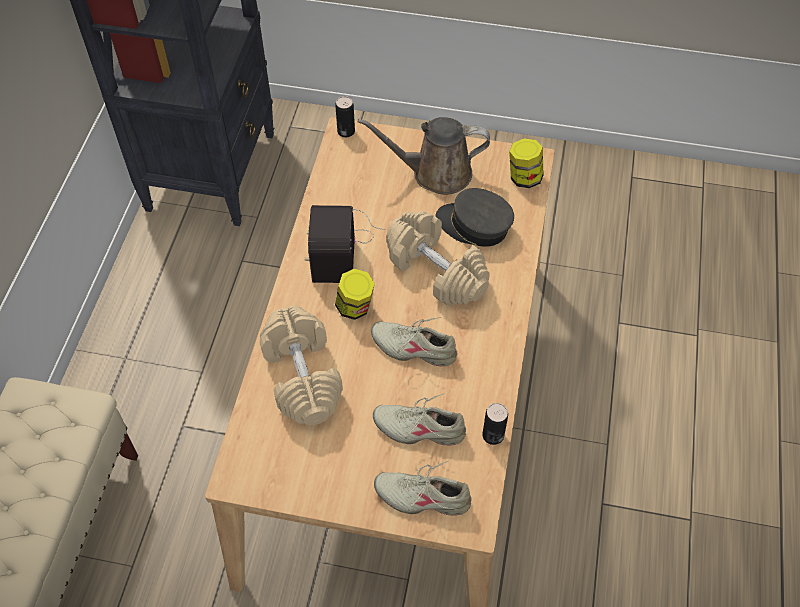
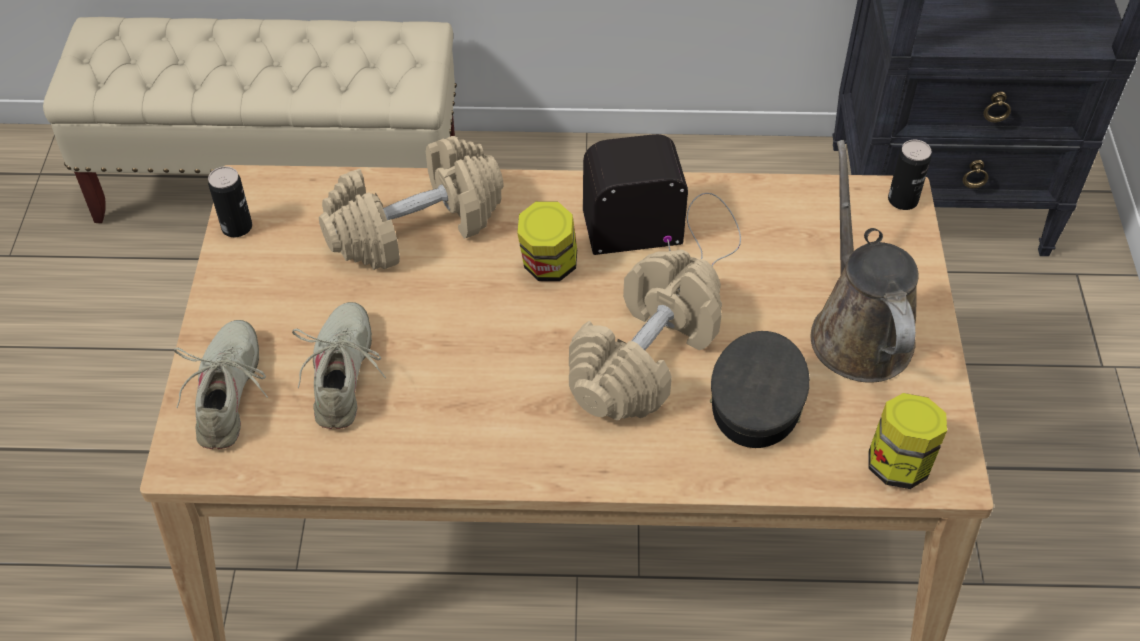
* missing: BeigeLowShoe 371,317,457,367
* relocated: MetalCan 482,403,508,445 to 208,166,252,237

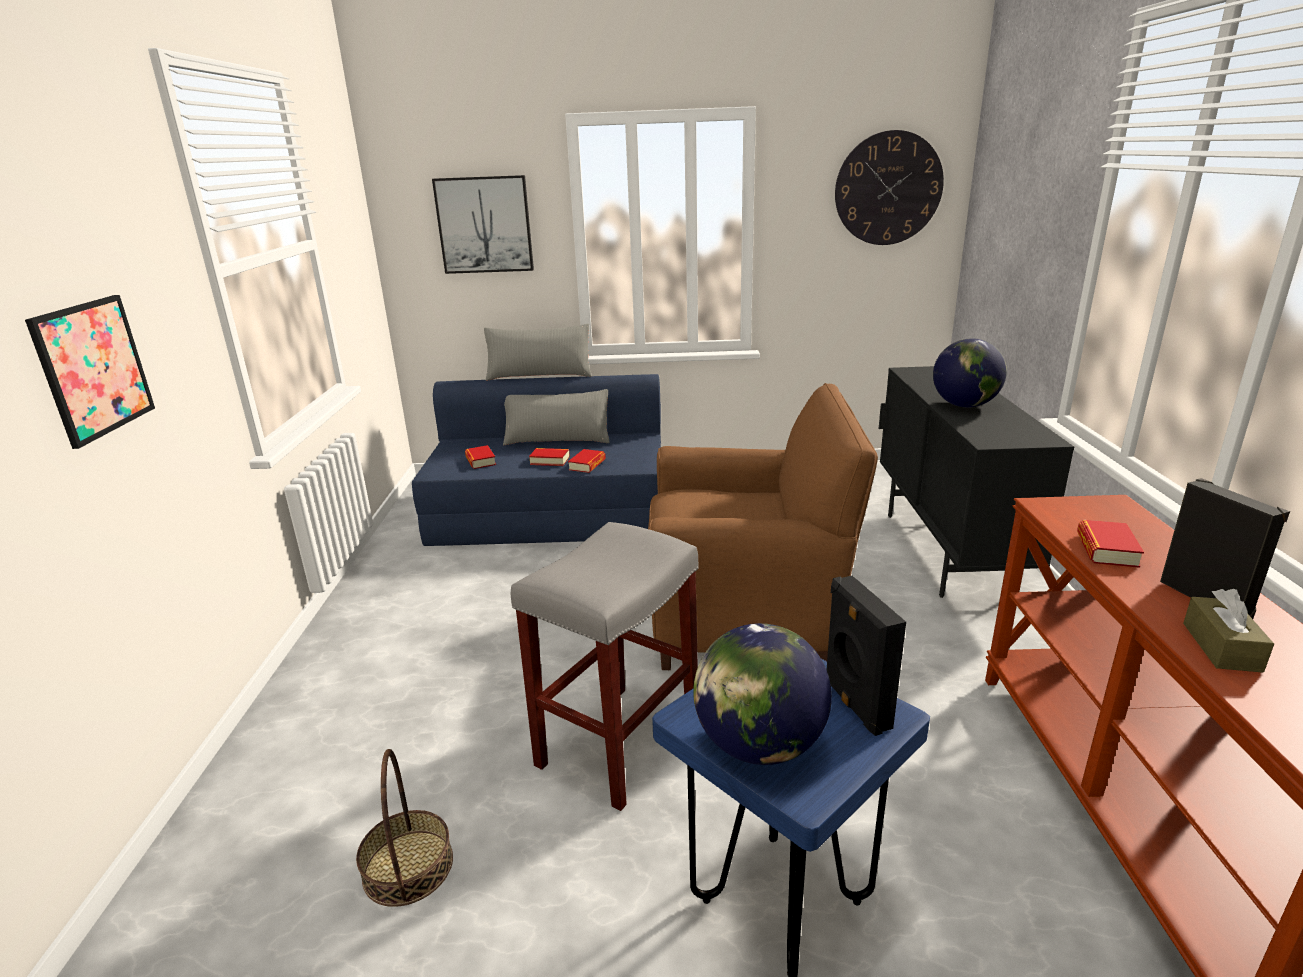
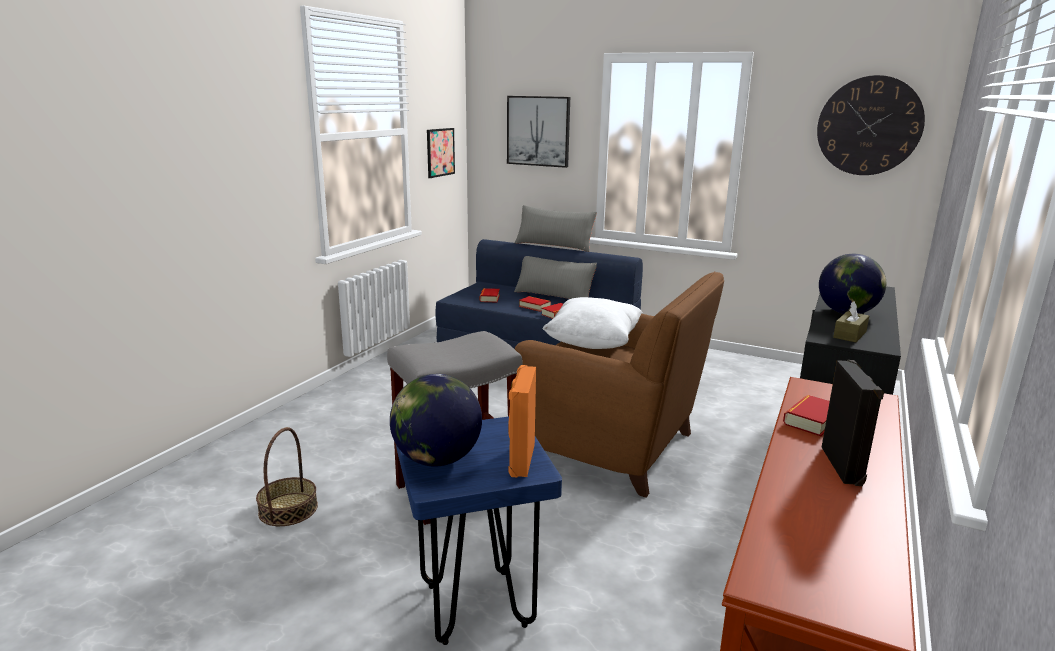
* relocated: WallPicture 25,295,155,449 to 427,128,455,178
* colour: BlackColouredAudioSpeaker 827,576,906,736 to OrangeAudioSpeaker 508,365,536,477
* relocated: BrownishBoxOfTissues 1183,589,1274,673 to 833,301,869,342
* appeared: WhiteColouredThrowPillow 542,297,643,349

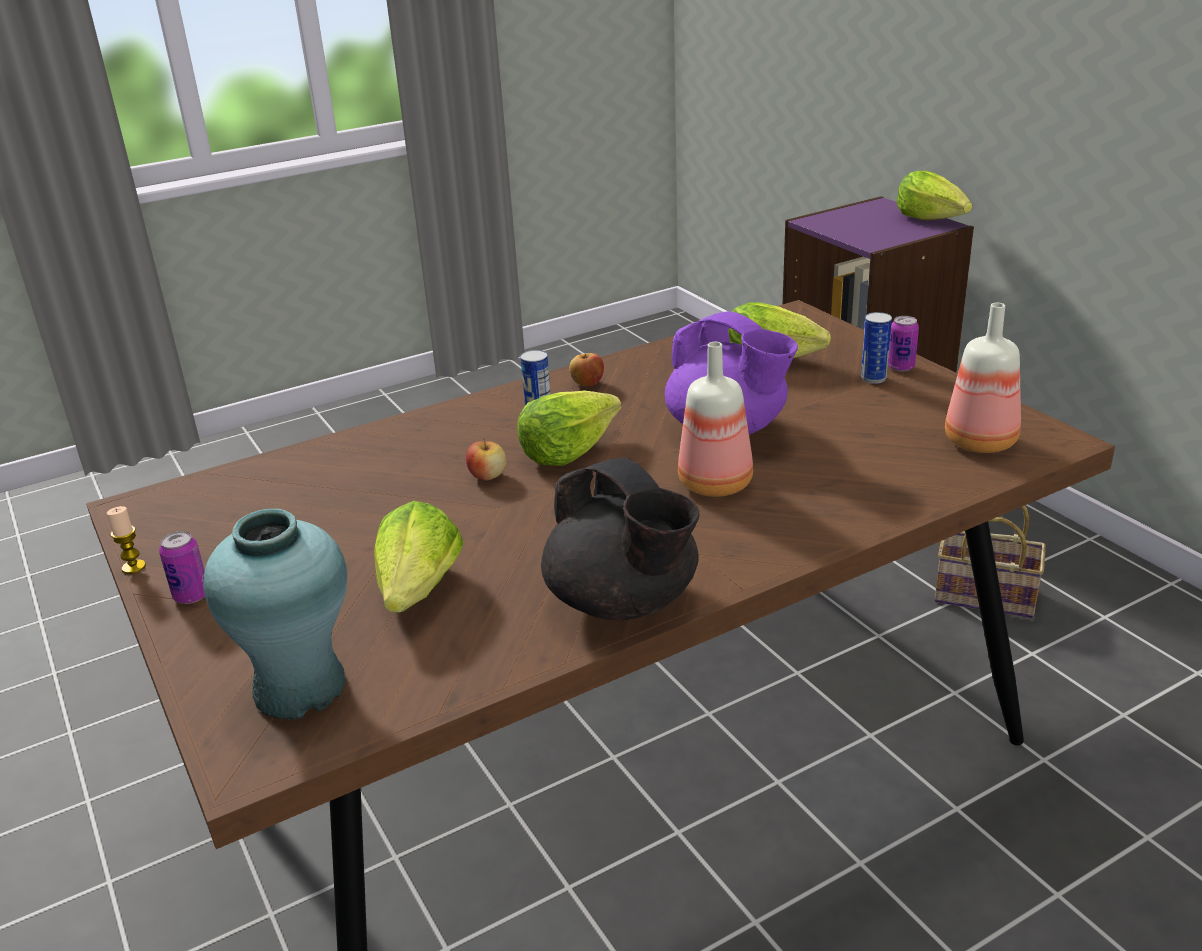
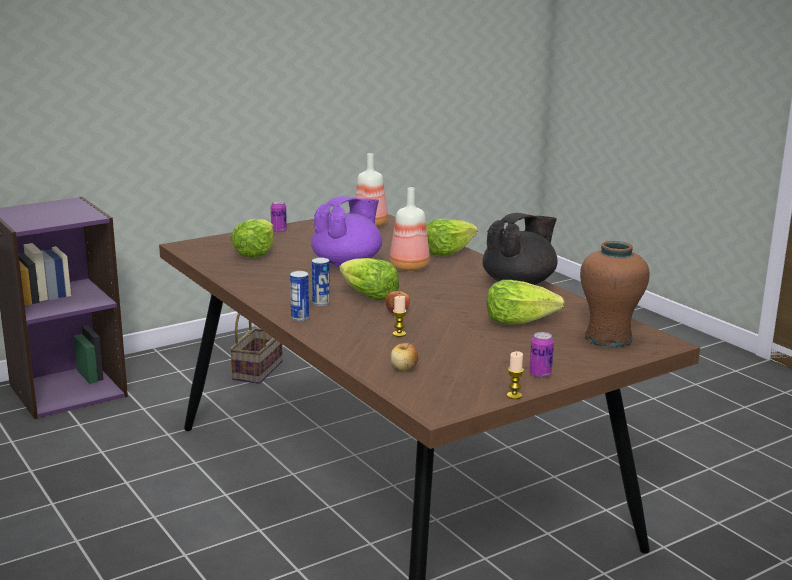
* colour: BlueGreenFlowerVase 203,509,347,720 to BrownishFlowerVase 580,241,649,348
* relocated: AppleFruit 569,353,604,386 to 390,343,418,371
* relocated: MetalCan 861,312,892,384 to 290,271,309,321
* relocated: LettuceHead 896,171,972,220 to 426,219,478,256
* appeared: WaxCandle 393,296,406,337

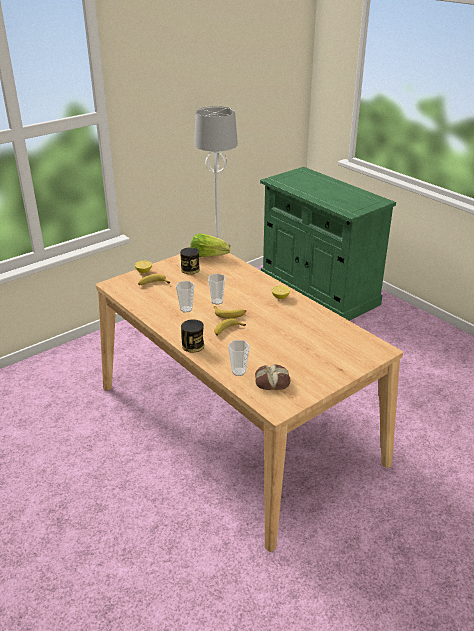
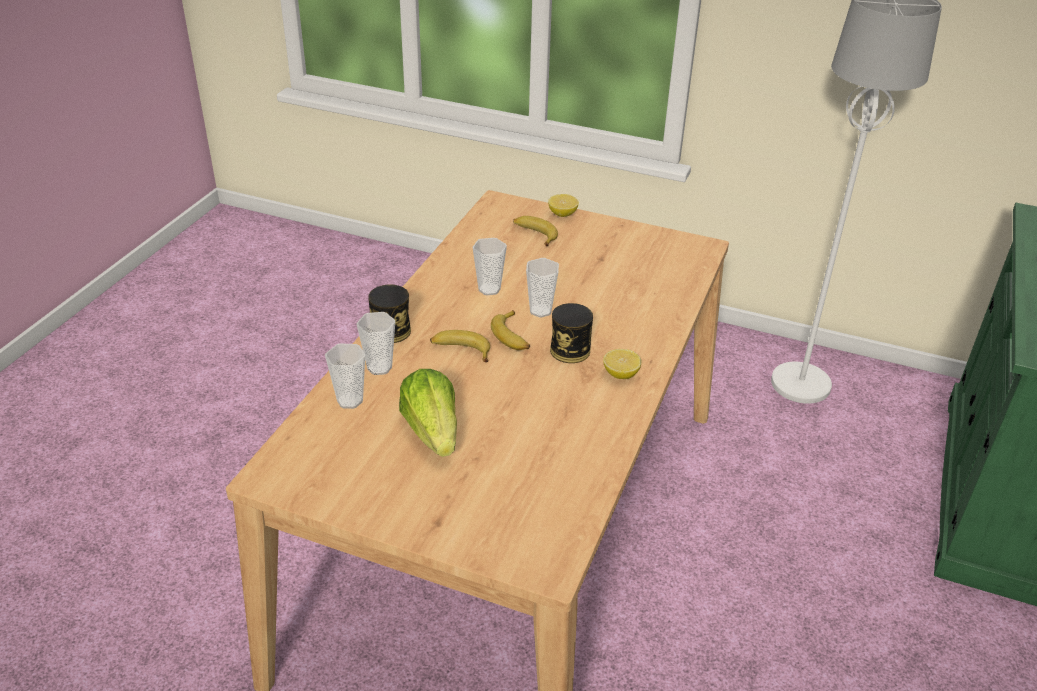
* relocated: MetalCan 180,247,200,274 to 550,303,593,363
* relocated: LettuceHead 190,233,231,257 to 399,369,457,457
* missing: BakeryBread 255,364,290,390
* appeared: DrinkingCup 357,312,395,375

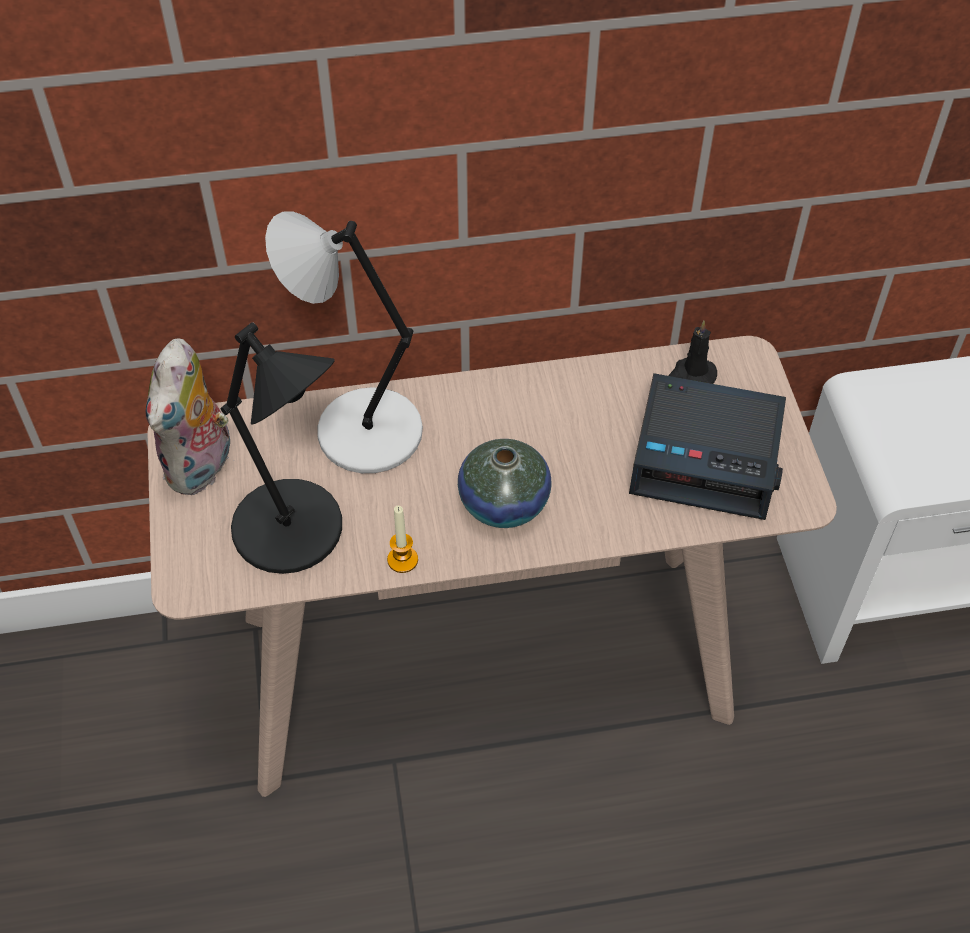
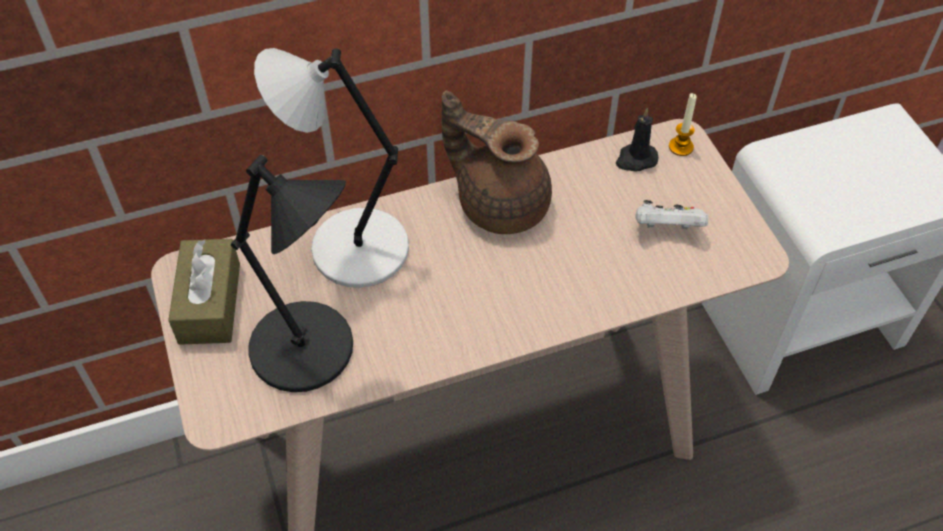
* exchanged: PlushToy 146,338,234,495 to BrownishBoxOfTissues 168,239,240,345
* relocated: WaxCandle 387,506,418,573 to 669,93,697,156
* missing: FlowerVase 458,439,551,528
* exchanged: TableClock 629,373,786,520 to WhiteColouredJoypad 635,200,709,229
* appeared: BrownishTeaPot 442,90,552,234

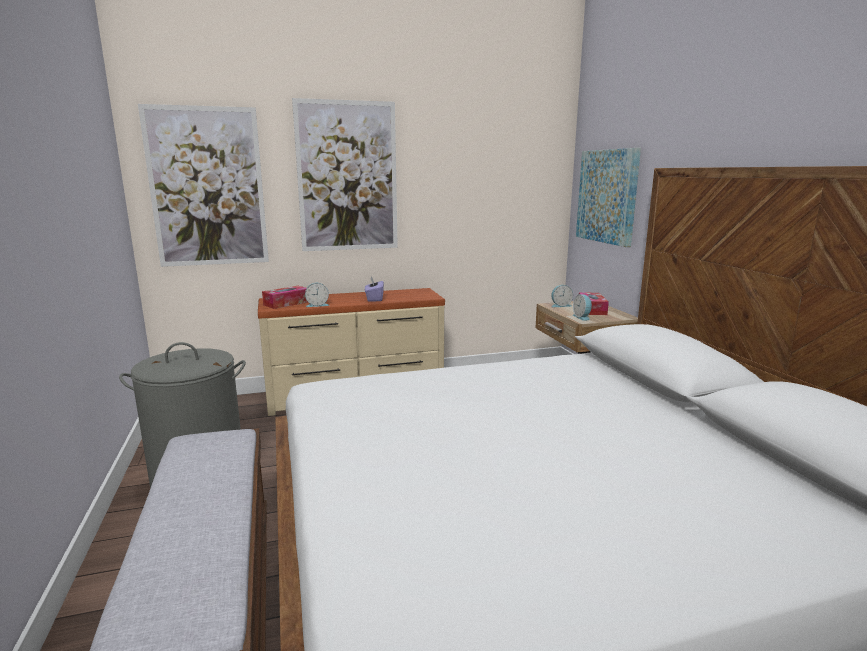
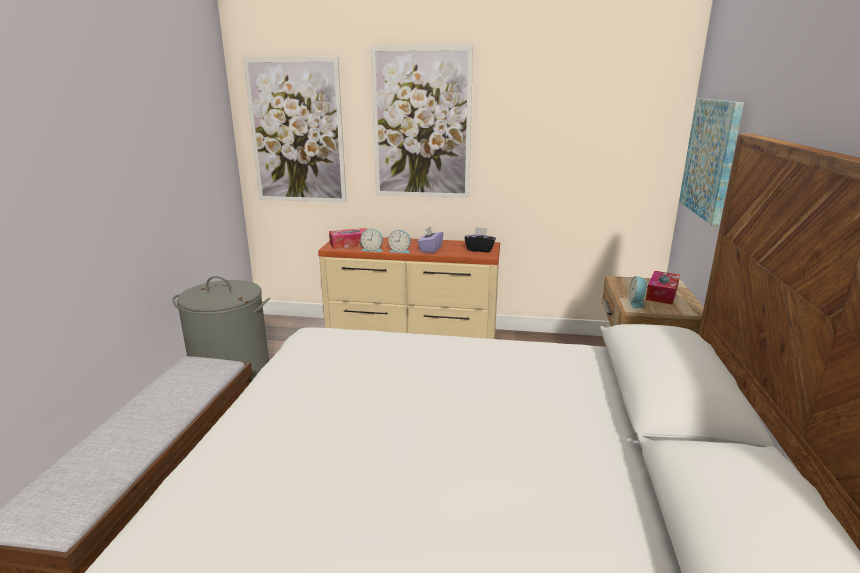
* relocated: TableClock 551,285,573,307 to 388,230,411,253
* appeared: BlackColouredBoxOfTissues 465,227,496,252

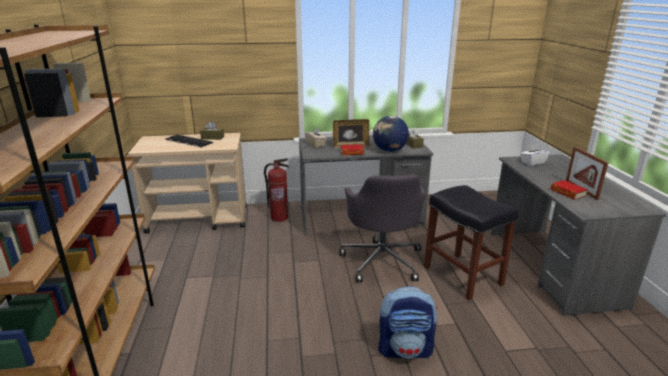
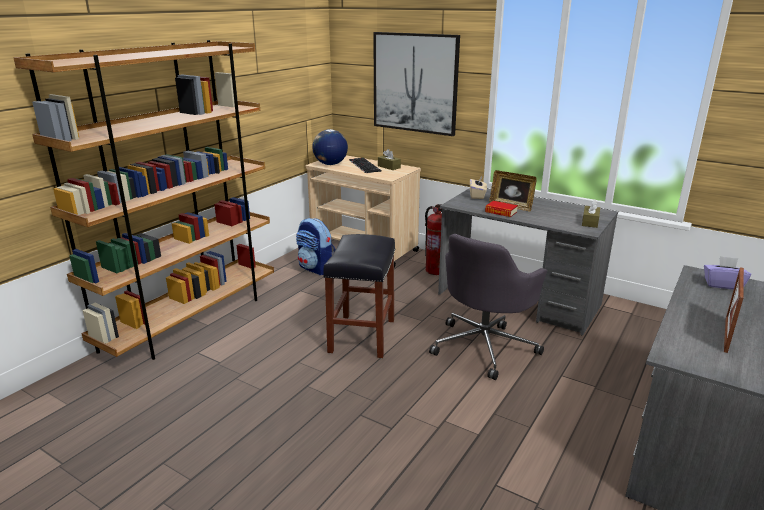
* relocated: WorldGlobe 373,116,409,152 to 312,129,348,165
* relocated: Rucksack 378,286,438,359 to 296,218,336,275
* relocated: BlackColouredStool 424,185,519,300 to 323,234,396,358
* colour: WhiteColouredBoxOfTissues 520,144,550,166 to PurplishBoxOfTissues 704,256,751,290
* missing: BoundBook 550,180,588,200
* appeared: WallPicture 373,32,460,136

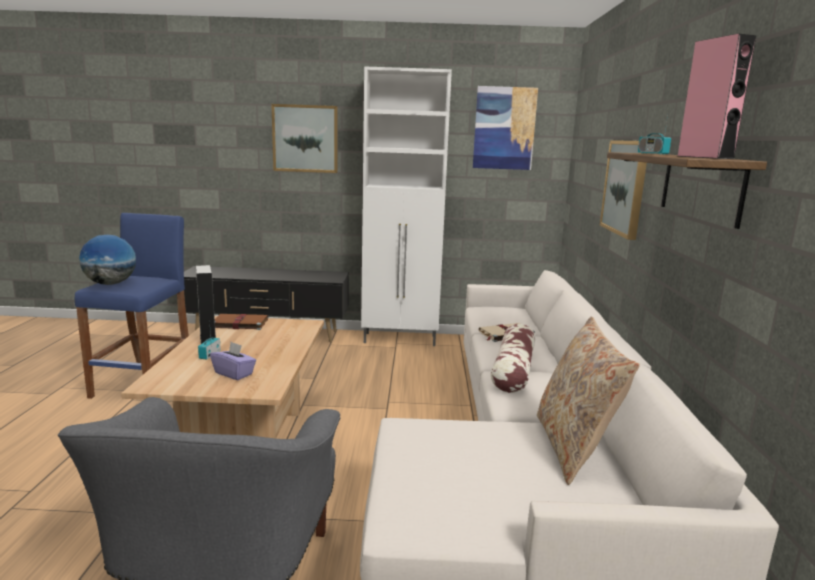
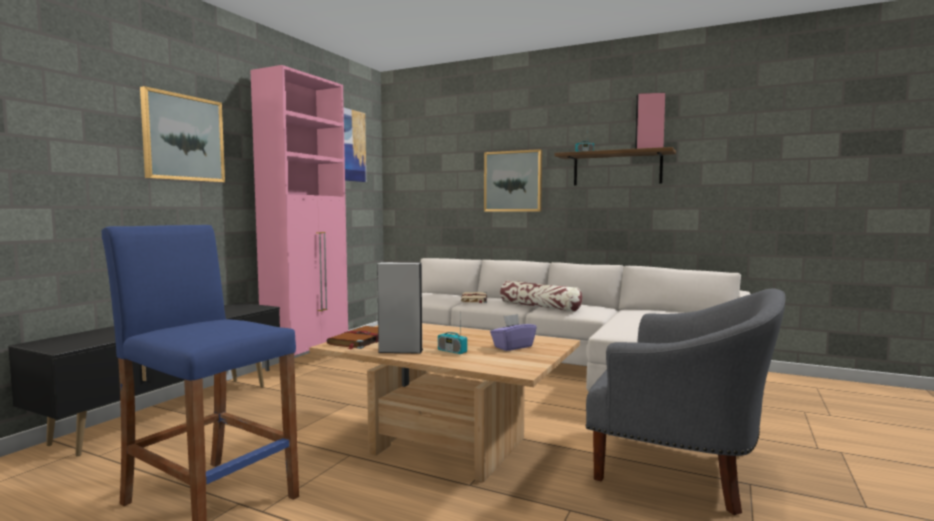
* missing: WorldGlobe 79,234,136,285
* colour: WhiteColouredCabinet 361,66,452,346 to PinkishCabinet 250,65,348,371
* missing: BeigeThrowPillow 537,317,640,485

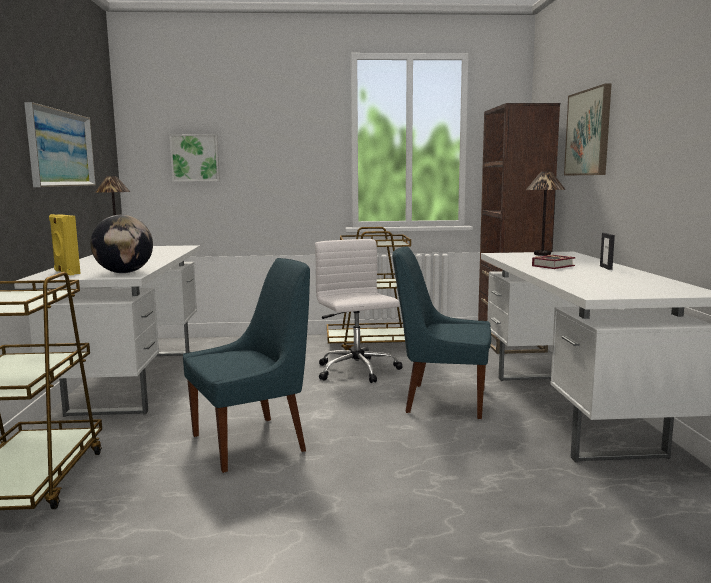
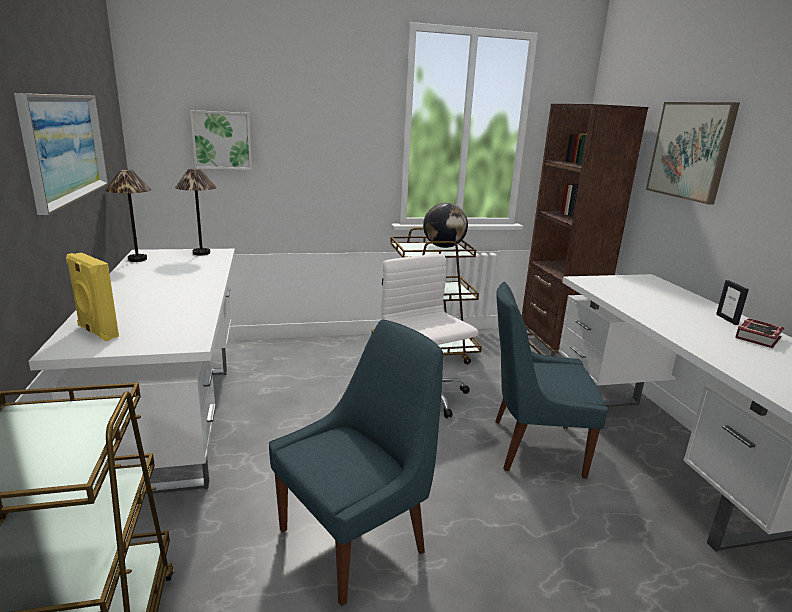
* relocated: WorldGlobe 90,215,153,273 to 423,203,468,248
* relocated: TabletopLamp 526,172,566,256 to 175,168,217,255
* relocated: BoundBook 532,255,576,269 to 735,318,785,348

